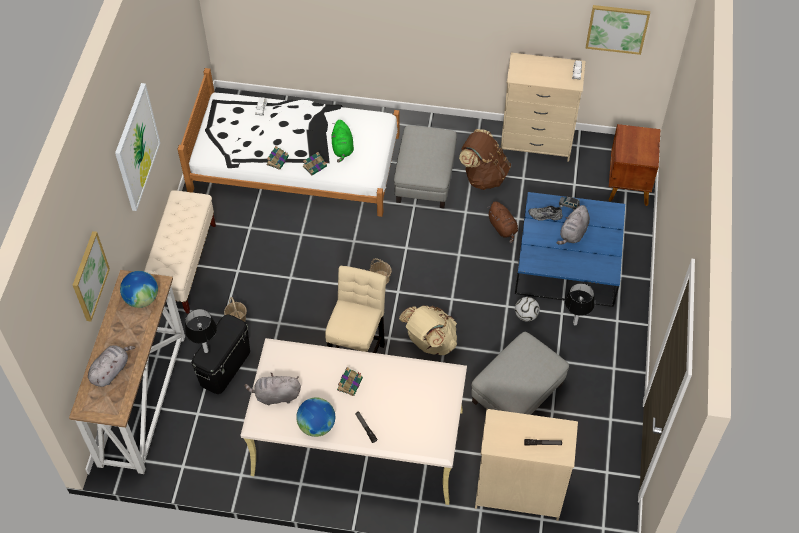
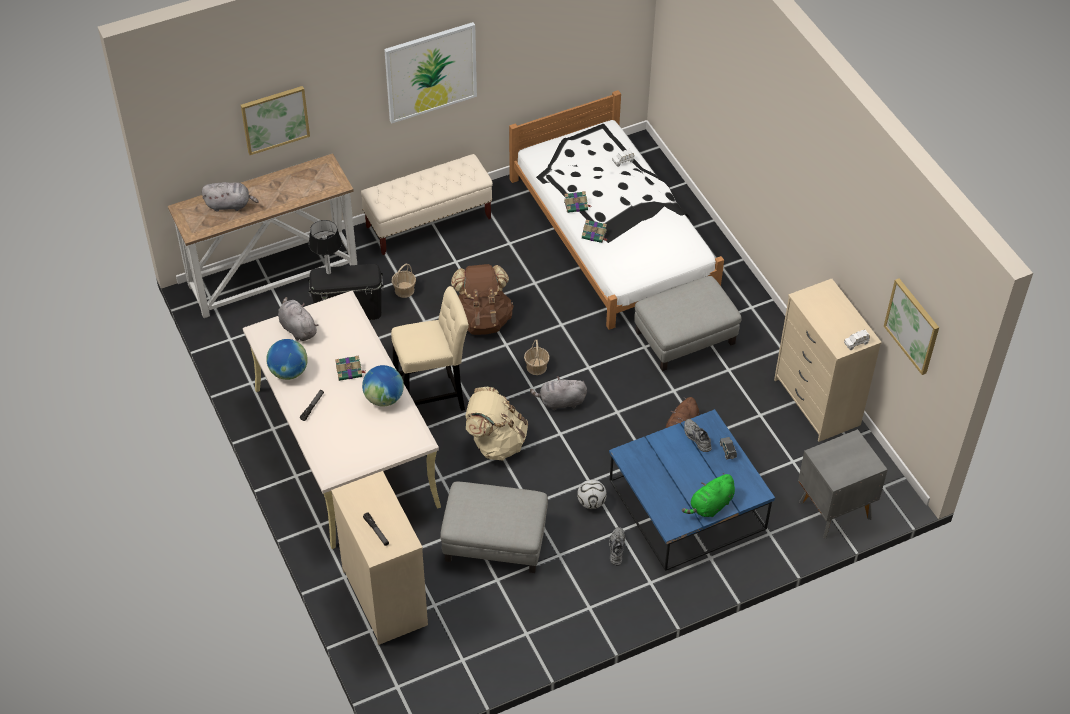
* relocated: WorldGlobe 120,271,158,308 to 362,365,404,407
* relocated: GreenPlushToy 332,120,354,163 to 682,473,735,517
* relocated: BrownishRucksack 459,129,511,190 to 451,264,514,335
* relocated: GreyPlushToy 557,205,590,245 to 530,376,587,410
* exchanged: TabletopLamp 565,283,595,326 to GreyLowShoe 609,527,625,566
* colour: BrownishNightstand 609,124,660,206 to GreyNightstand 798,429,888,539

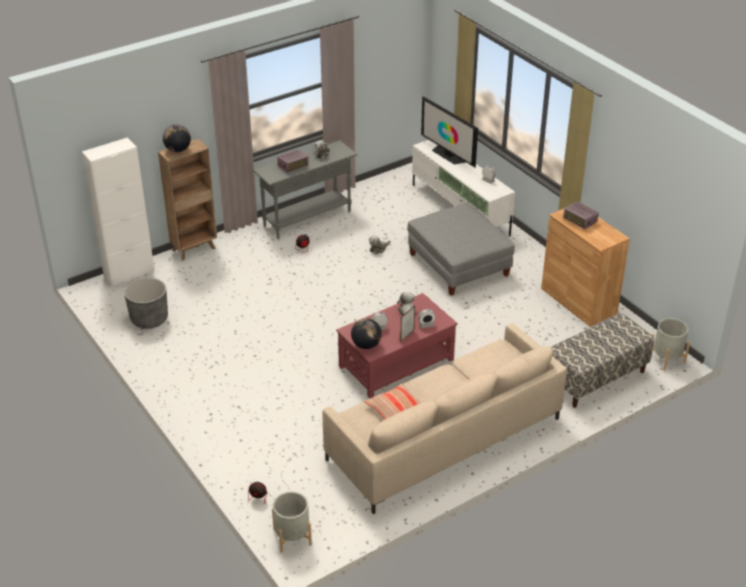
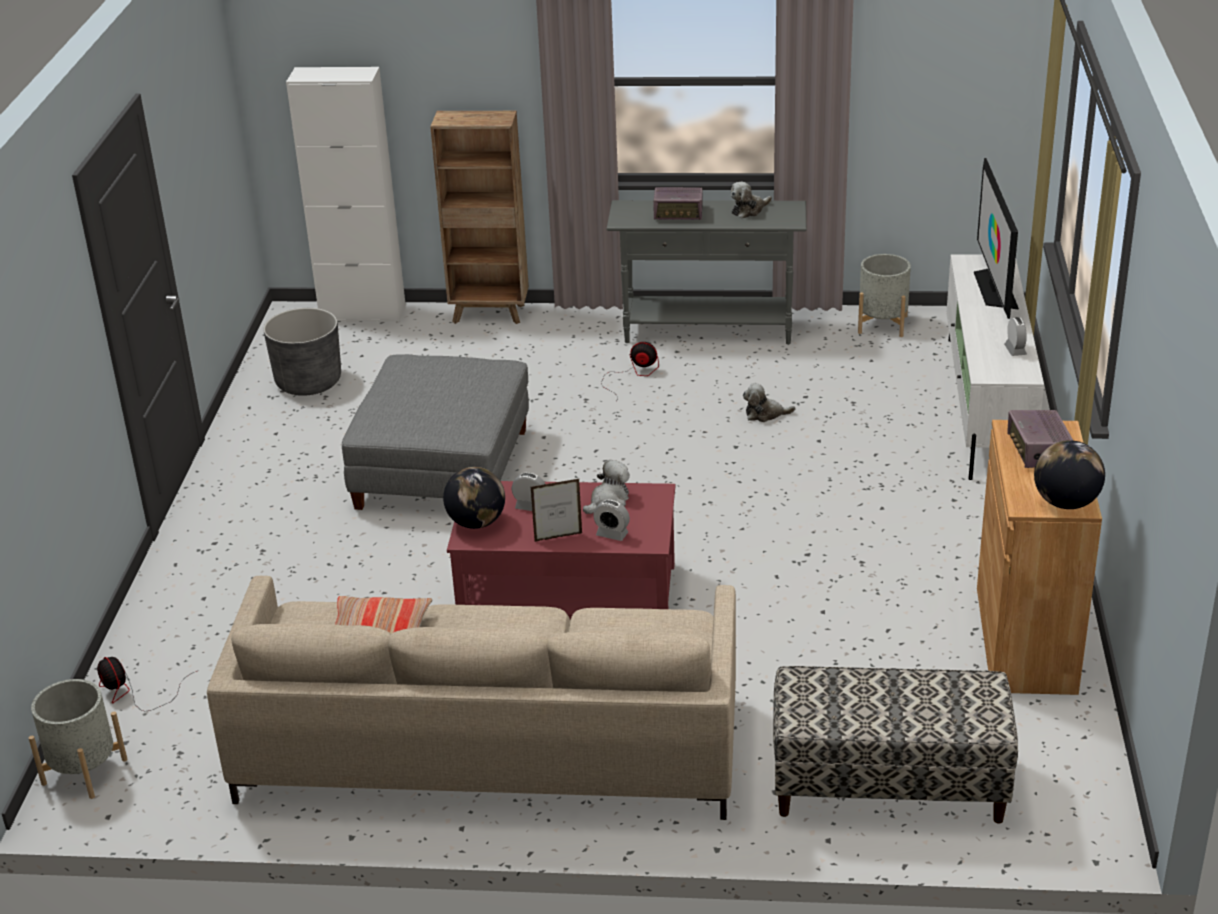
* relocated: WorldGlobe 163,125,191,153 to 1034,440,1105,509
* relocated: GreyOttoman 407,203,515,296 to 342,354,529,510
* relocated: GreyPlanter 652,318,690,371 to 858,254,911,337

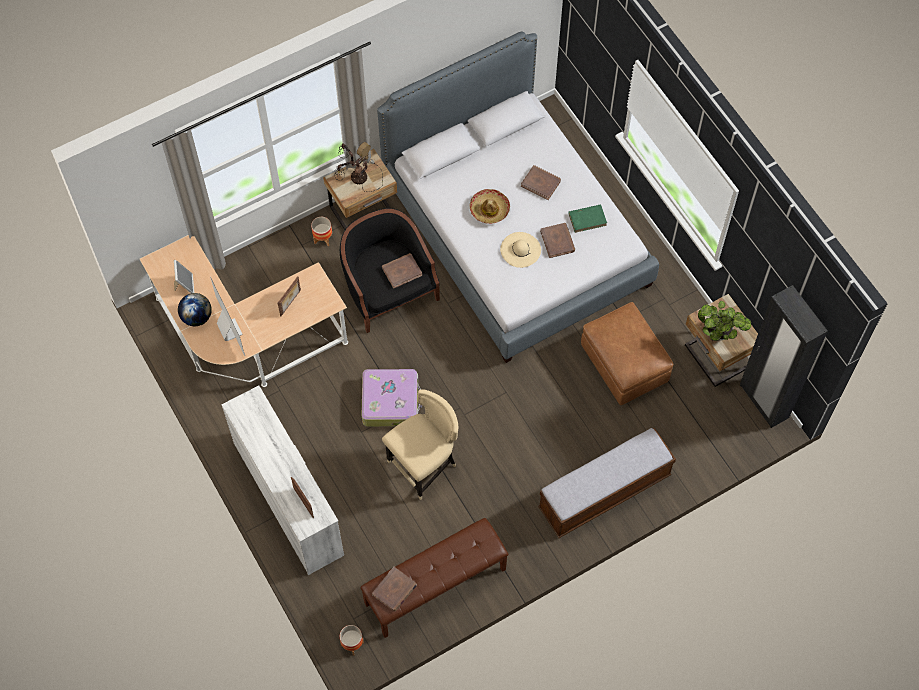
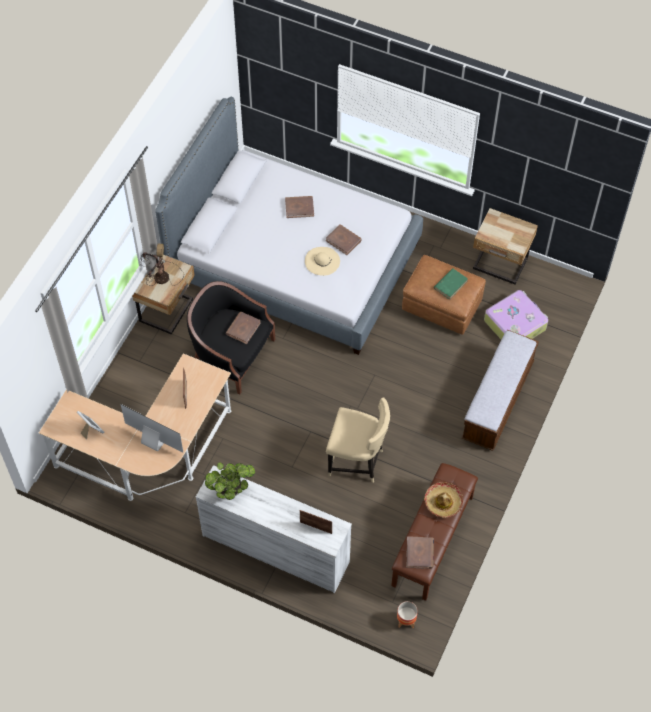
* missing: WorldGlobe 178,293,212,326
* missing: Planter 311,217,332,246
* relocated: PieceOfLuggage 362,369,422,427 to 484,290,548,339
* spun: BeigeUprightChair 382,389,459,500 = 326,397,390,482 90 degrees clockwise
* relocated: ClothingHat 470,189,510,224 to 424,482,463,518
* relocated: GreenBoundBook 568,204,607,233 to 434,268,468,300
* relocated: Houseplant 698,301,751,341 to 205,462,255,500
* missing: BlackColouredClothesCupboard 740,285,828,428

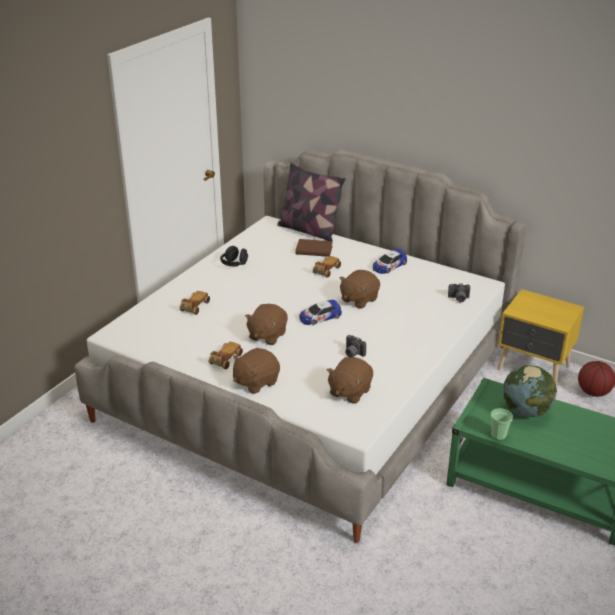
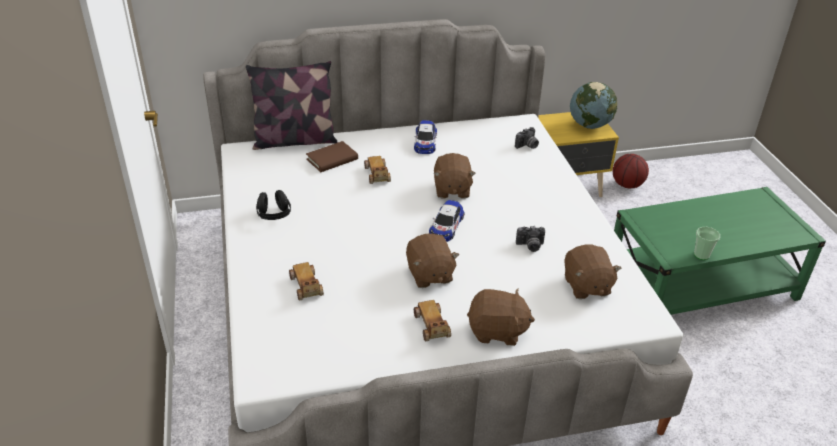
* spun: BrownishPlushToy 233,348,280,394 = 467,289,535,346 90 degrees counterclockwise
* relocated: WorldGlobe 503,365,557,417 to 570,82,617,129

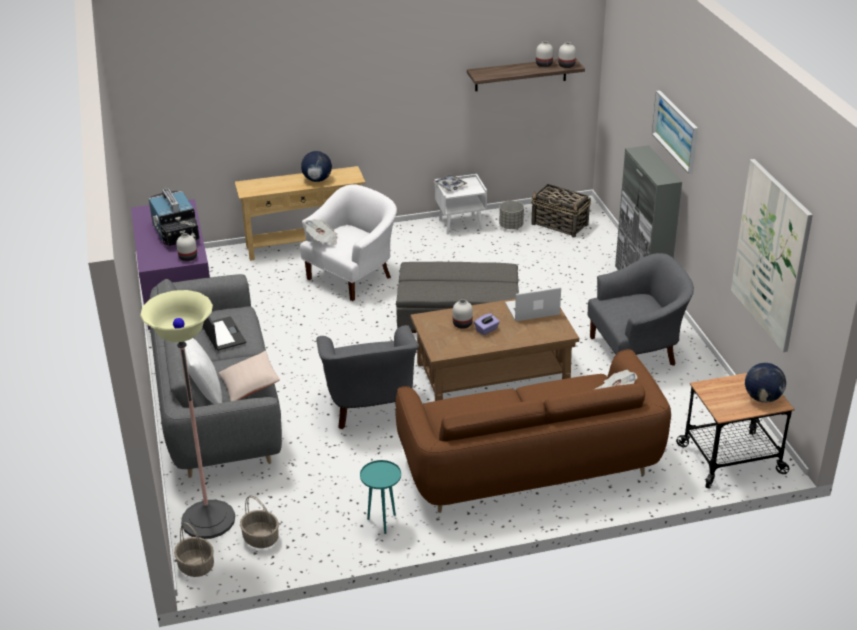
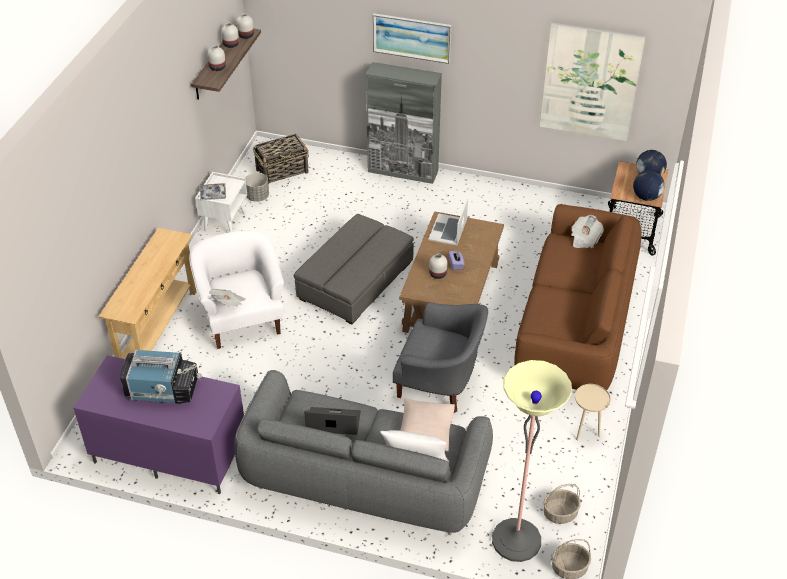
* relocated: WhiteColouredFlowerVase 176,233,197,261 to 207,45,226,71
* relocated: WorldGlobe 301,151,332,182 to 633,170,664,201
* colour: BlueGreenEndTable 360,460,401,534 to BeigeEndTable 575,384,611,440
* missing: GreyLoungeChair 587,253,694,366

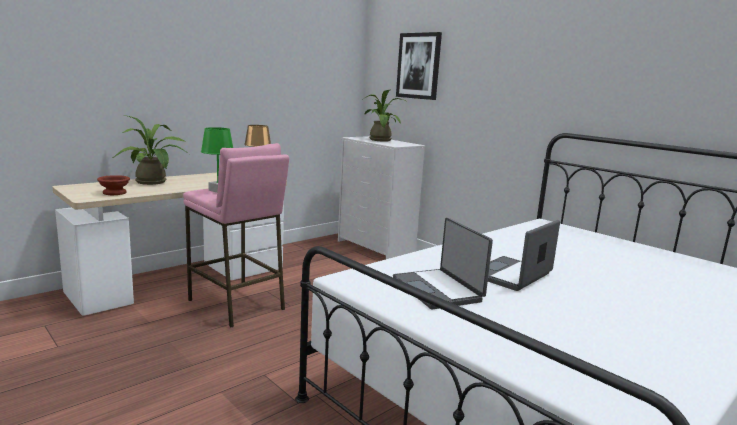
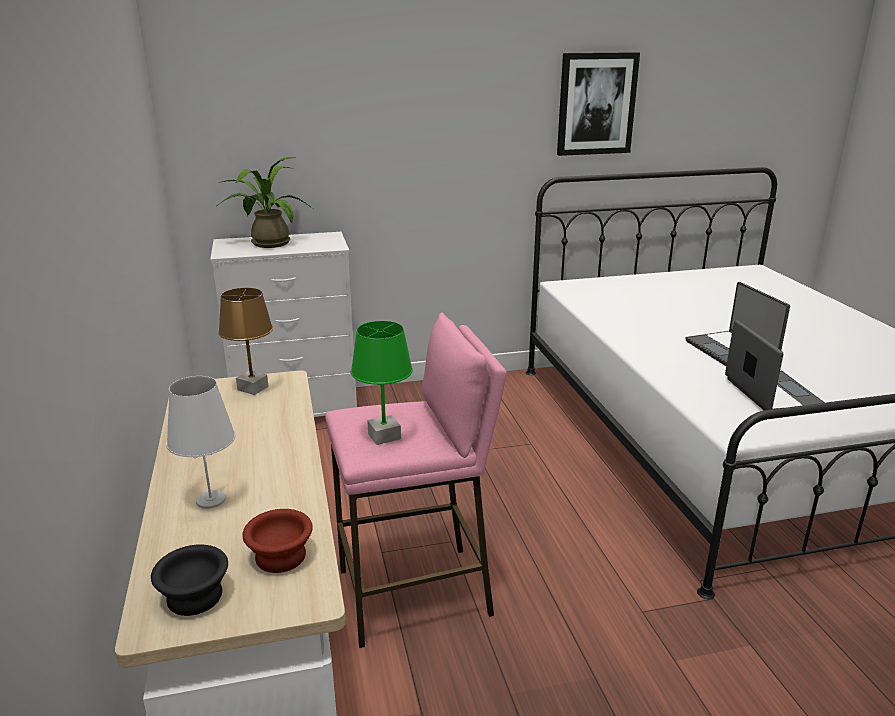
* exchanged: Houseplant 113,115,189,185 to WhiteColouredTabletopLamp 167,376,236,509
* spun: NotebookComputer 393,218,493,309 = 725,320,825,410 105 degrees counterclockwise
* relocated: WallPicture 396,32,442,100 to 557,52,640,156
* appeared: BlackColouredDeepDish 151,545,228,616

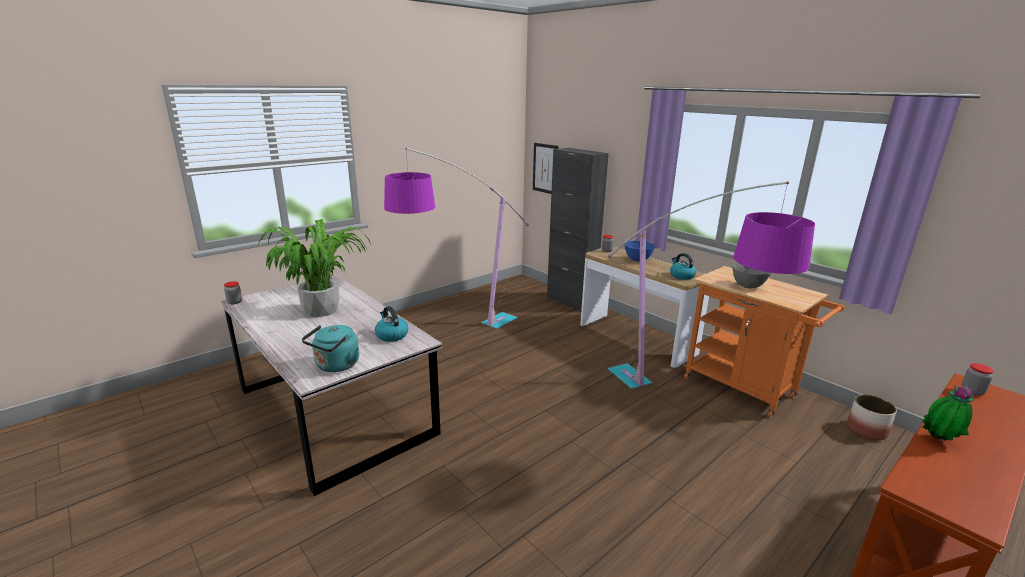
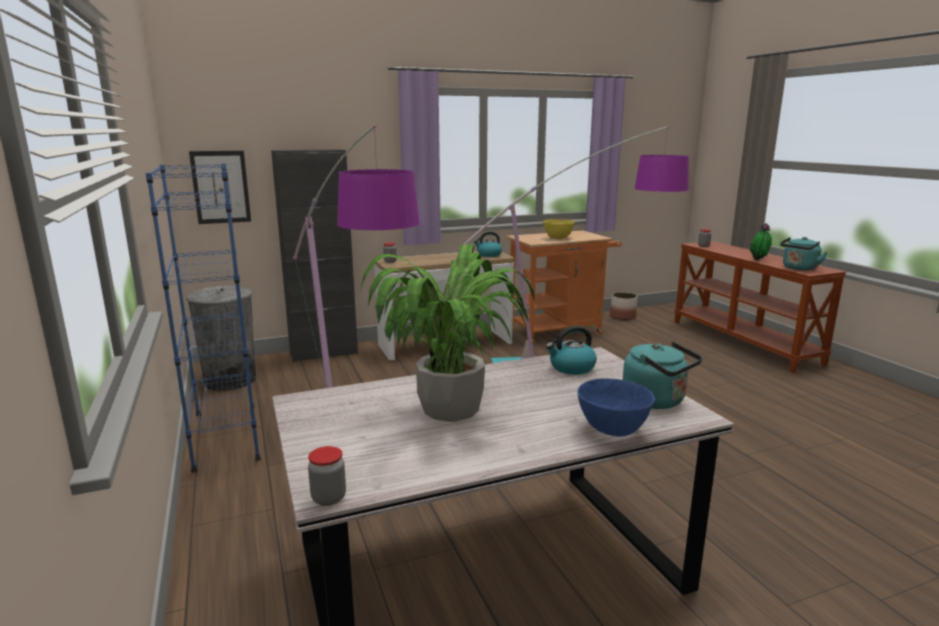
* relocated: BlueColouredDeepDish 625,241,655,262 to 577,378,655,437
* colour: GreyDeepDish 732,262,771,288 to YellowishDeepDish 543,219,575,239
* appeared: BlueColouredBookshelf 146,163,261,473
* appeared: GreyWasteBin 186,286,256,391
* appeared: BlueGreenWaterKettle 780,237,828,271

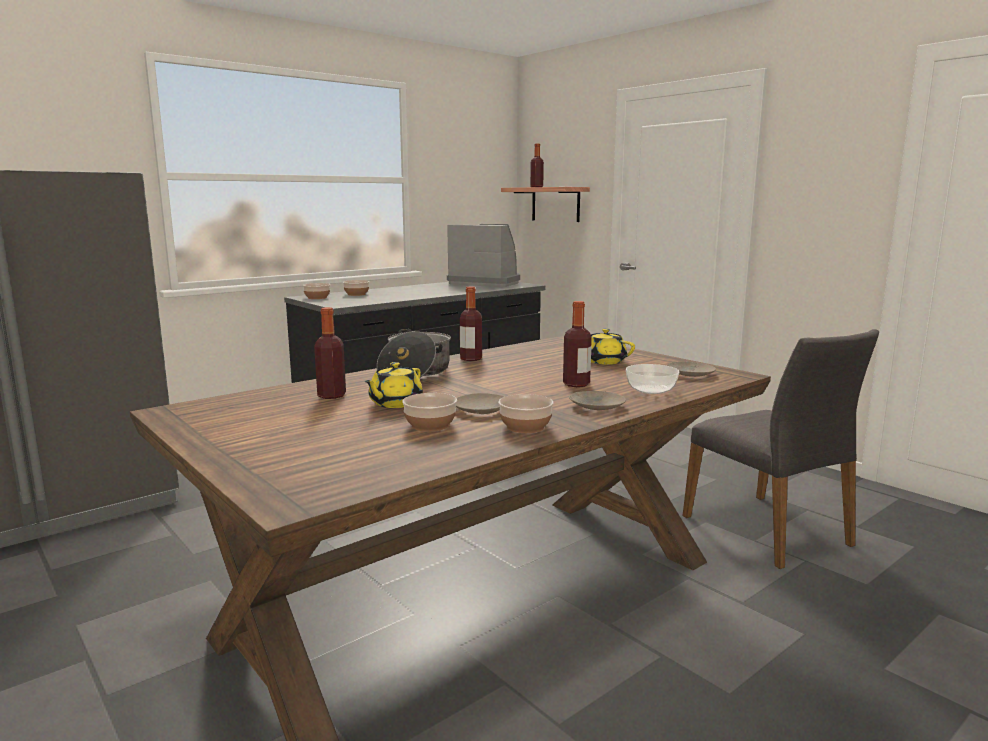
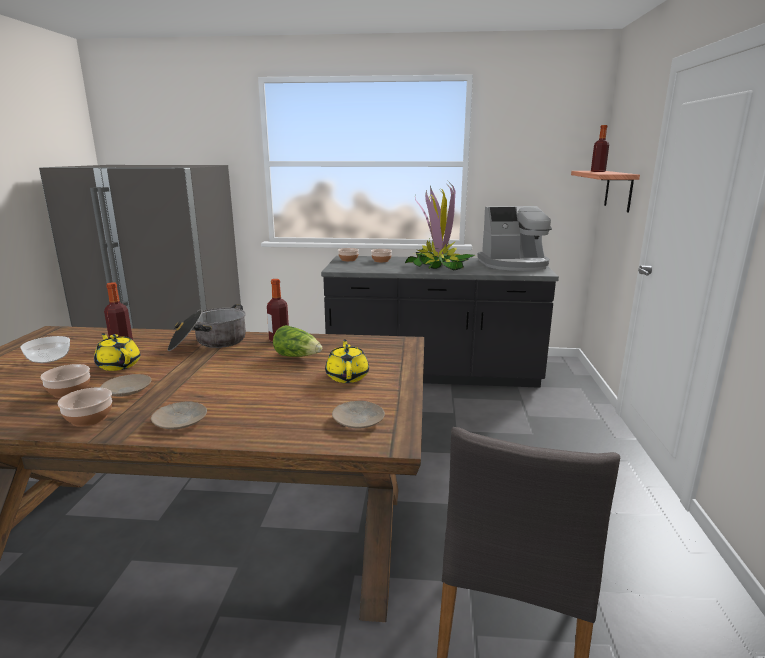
* spun: YellowishTeaPot 364,362,423,408 = 94,333,140,371 60 degrees clockwise
* spun: CoffeeMaker 447,224,520,287 = 477,206,552,271 105 degrees clockwise
* missing: Bottle 563,301,592,387
* relocated: DeepDish 626,364,679,394 to 21,336,70,363
* appeared: LettuceHead 273,325,322,357
* appeared: Houseplant 405,182,475,270

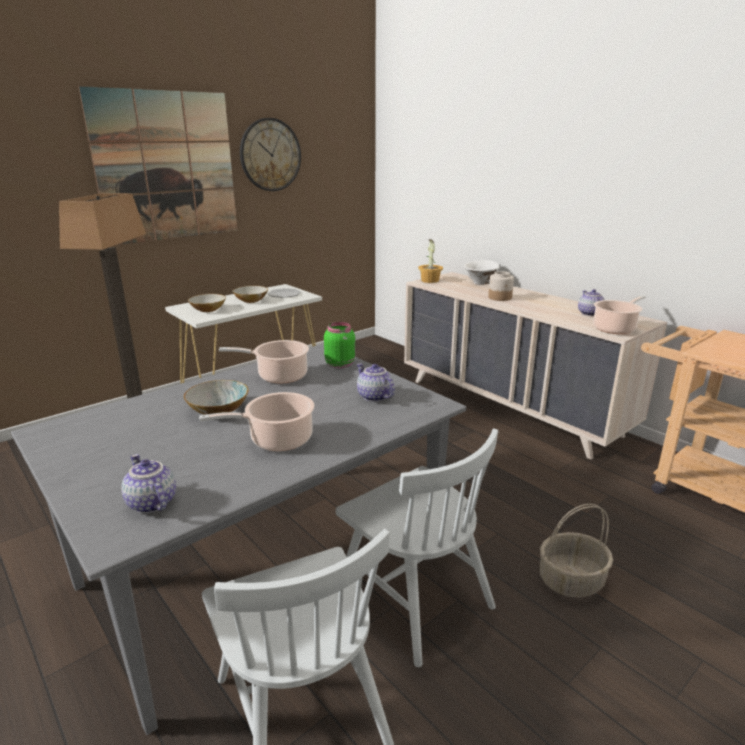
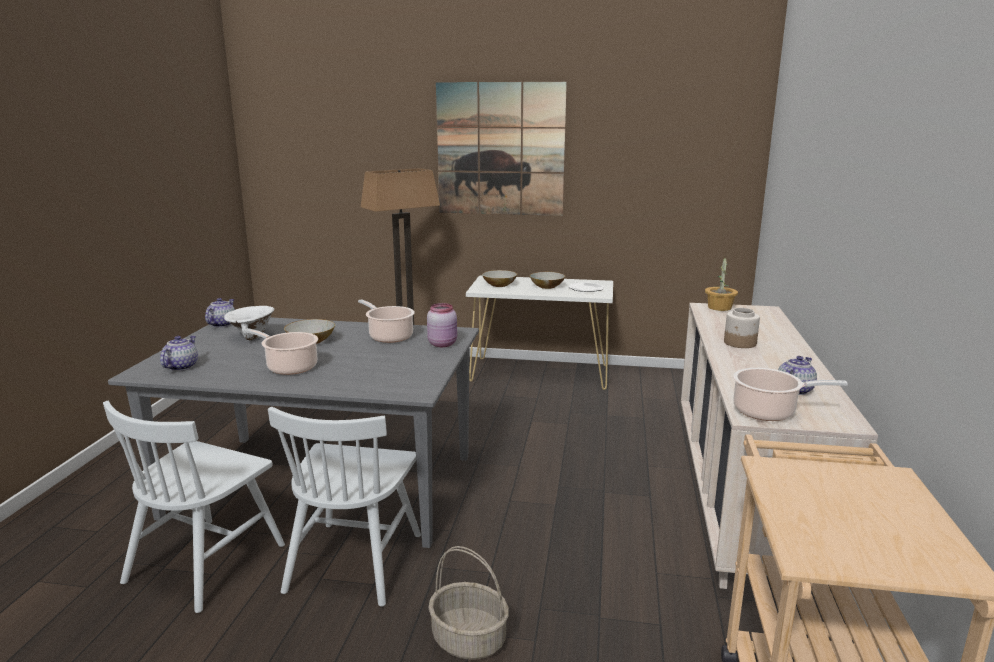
* missing: ClockOnTheWall 240,118,301,191
* colour: GreenStorageJar 324,322,355,368 to PinkishStorageJar 427,303,457,347
* relocated: TeaPot 357,363,395,402 to 205,298,235,327
* relocated: WhiteColouredDeepDish 464,260,500,285 to 224,306,274,341

